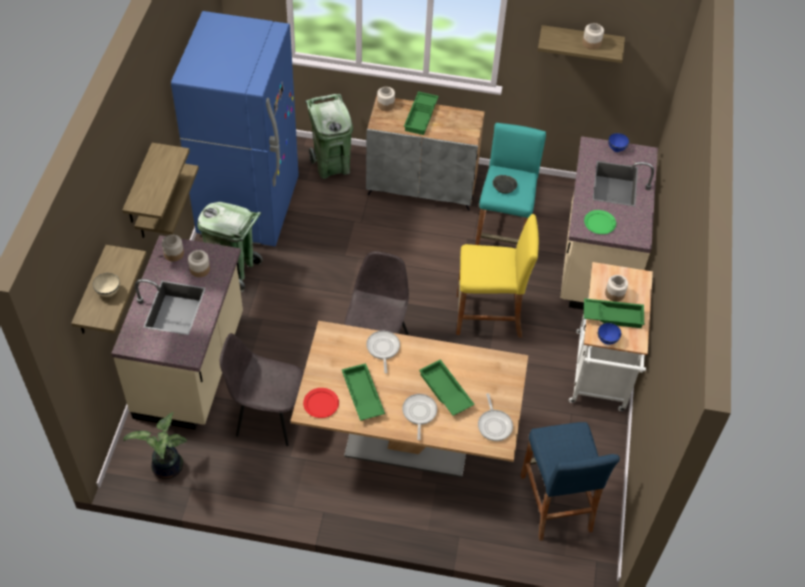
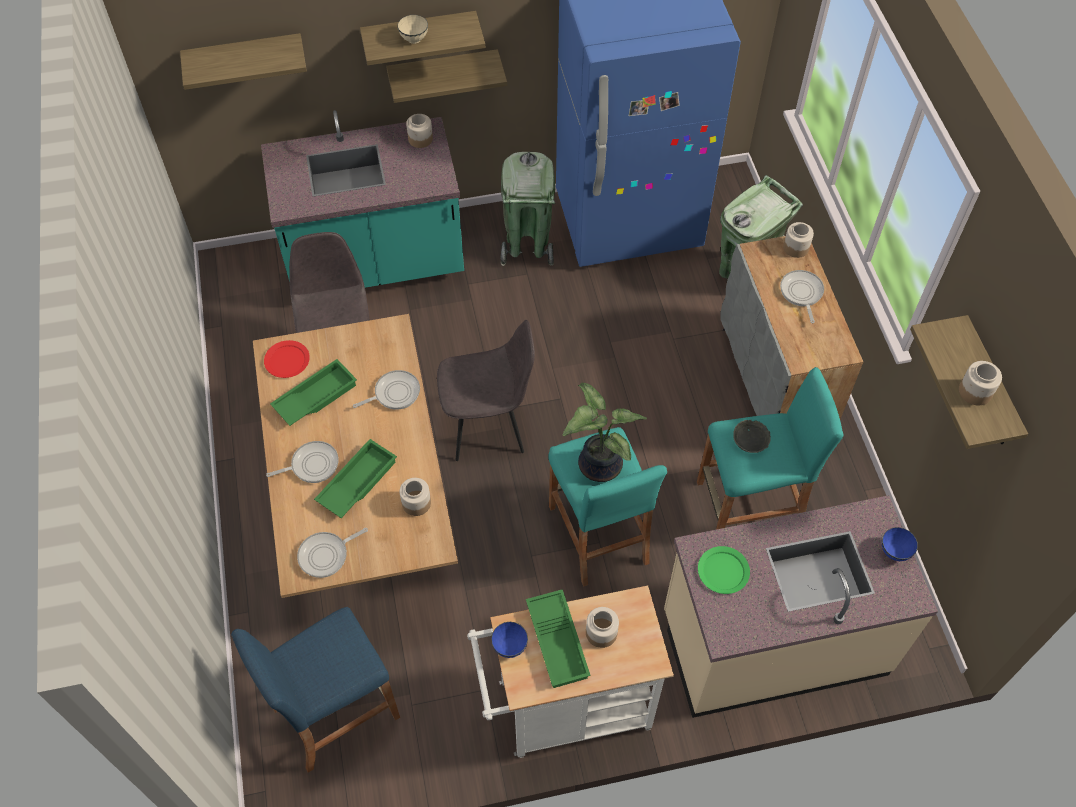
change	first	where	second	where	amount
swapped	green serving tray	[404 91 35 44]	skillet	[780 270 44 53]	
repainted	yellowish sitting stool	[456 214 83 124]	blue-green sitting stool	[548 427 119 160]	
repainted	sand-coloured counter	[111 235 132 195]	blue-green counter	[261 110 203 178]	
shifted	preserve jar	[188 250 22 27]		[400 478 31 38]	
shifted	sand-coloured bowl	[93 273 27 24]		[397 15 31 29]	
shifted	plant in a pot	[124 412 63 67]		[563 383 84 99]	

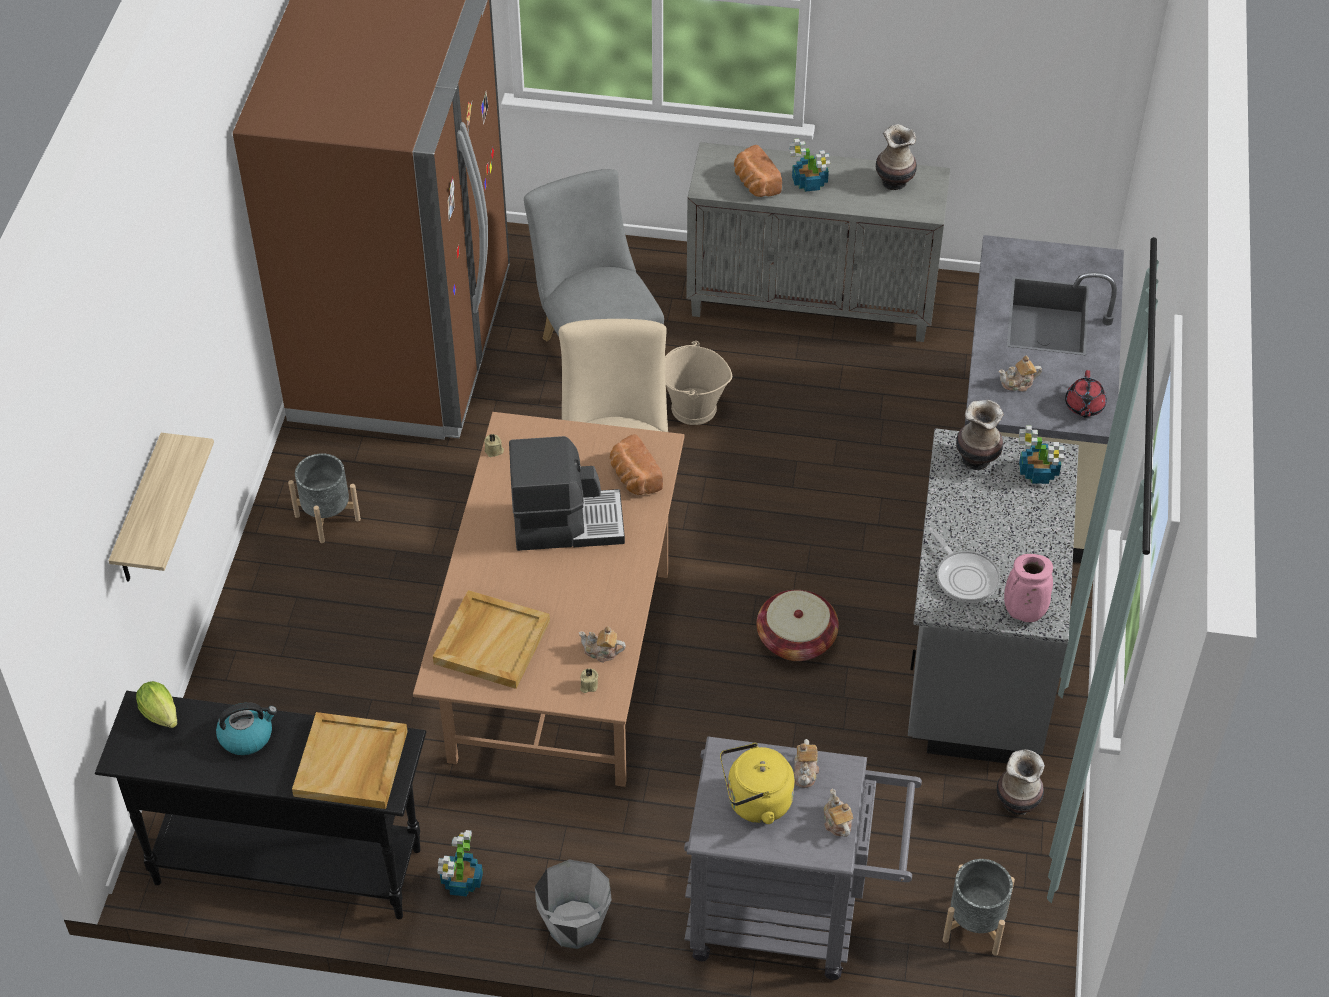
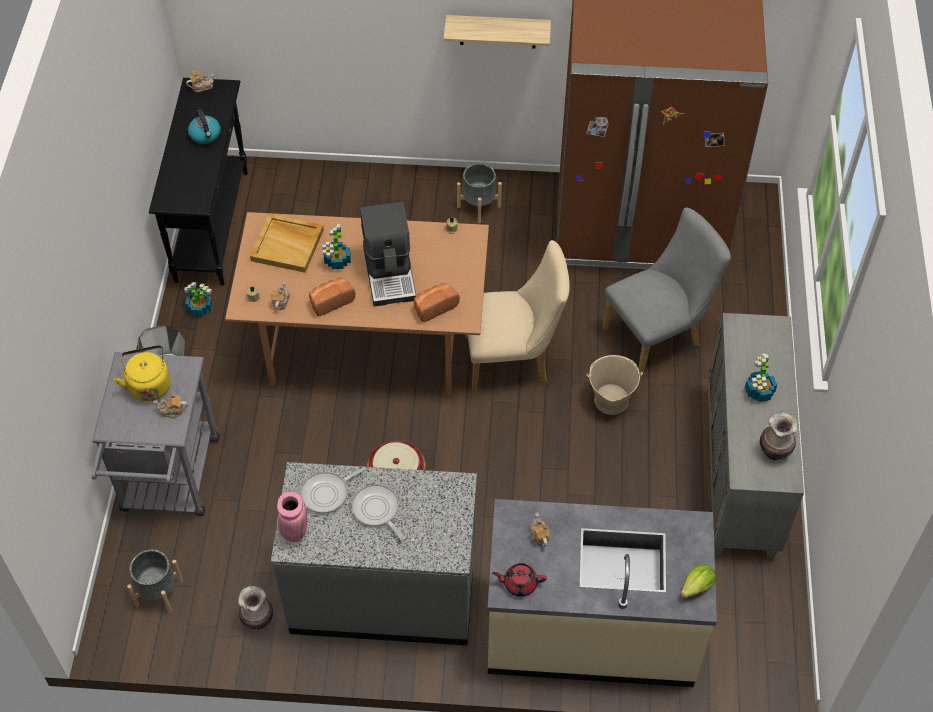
change	first	where	second	where	amount
shifted	baked bread	[734 145 48 52]		[309 277 47 39]	
gone	flower vase	[956 400 48 70]			
shifted	plant in a pot	[1019 425 45 59]		[322 224 29 45]	
shifted	shelf	[109 433 105 149]		[443 15 108 33]	
shifted	head of lettuce	[136 681 42 47]		[681 564 35 34]	
gone	sand-coloured serving tray	[292 712 116 97]			
shifted	teapot	[823 788 30 49]		[186 71 28 21]	
new			skillet	[352 484 52 56]	

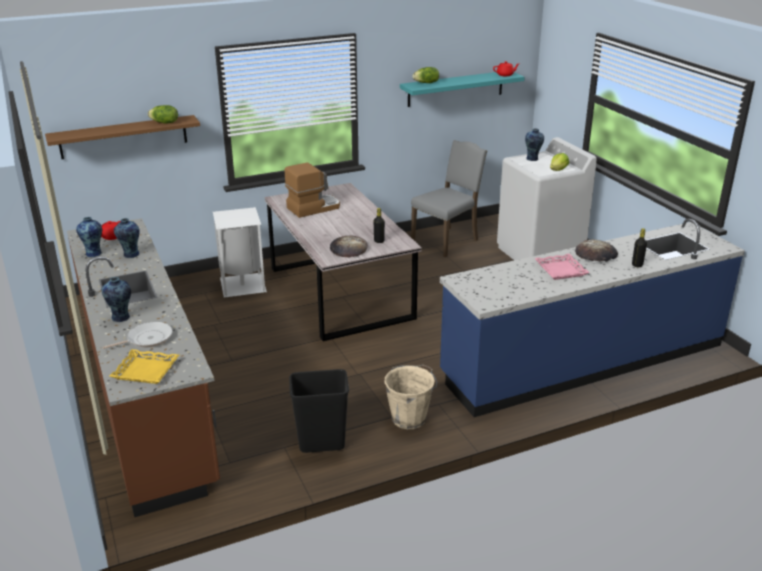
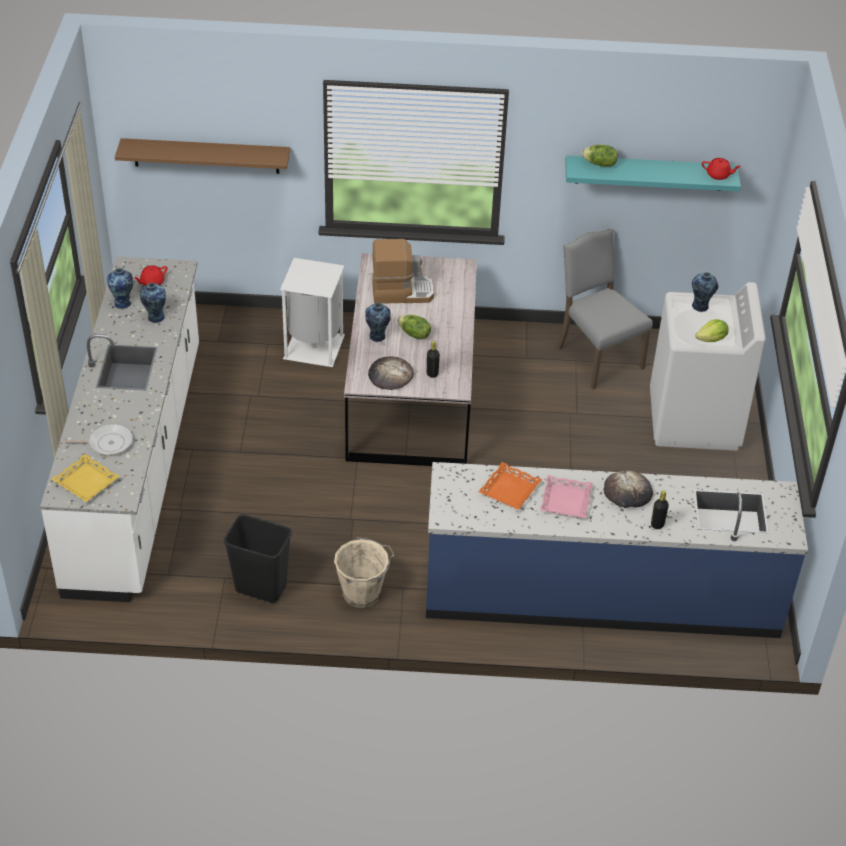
change	first	where	second	where	amount
shifted	head of lettuce	[148 105 30 18]		[398 315 33 25]	
rotated	gray upright chair	[411 140 76 117]		[557 229 96 160]	105 degrees counterclockwise
repainted	brown-coloured counter	[67 218 153 299]	whitish counter	[40 257 159 345]	
shifted	flower vase	[101 277 30 45]		[365 303 26 39]	
new			orangey serving tray	[478 462 64 48]	

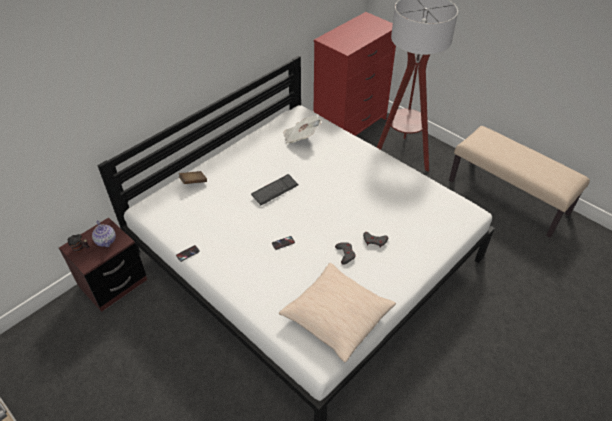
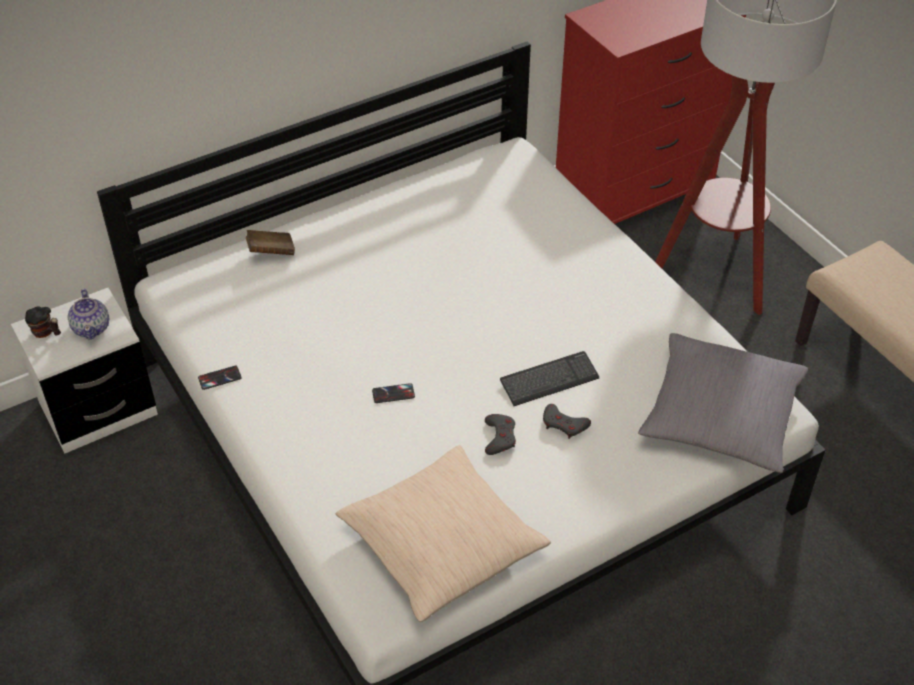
change	first	where	second	where	amount
gone	daily paper	[283 116 38 28]			
shifted	PC keyboard	[251 174 47 31]		[500 351 100 55]	
repainted	brown-coloured night table	[59 218 88 94]	whitish night table	[11 288 147 165]	
new			gray pillow	[638 333 170 140]	

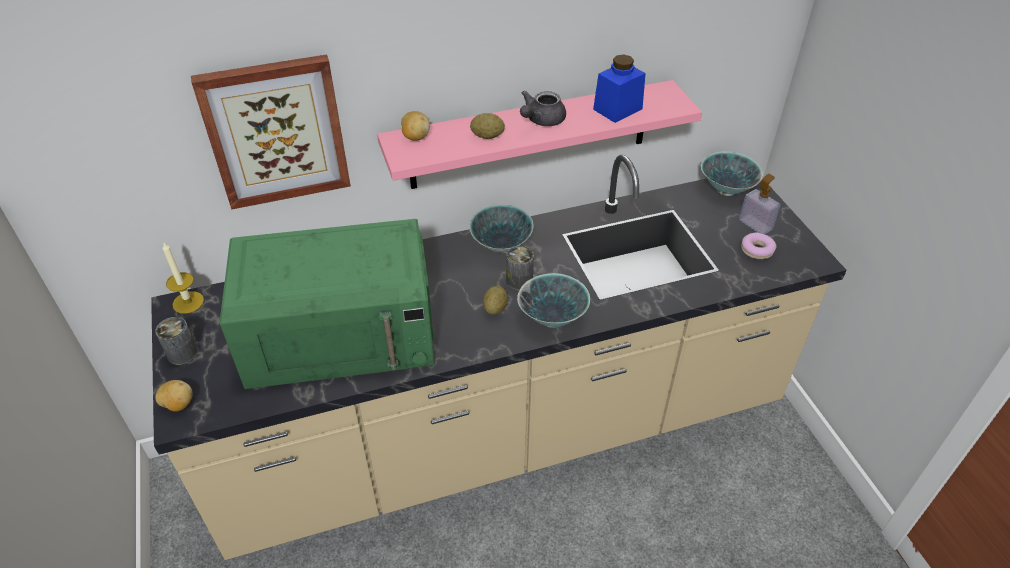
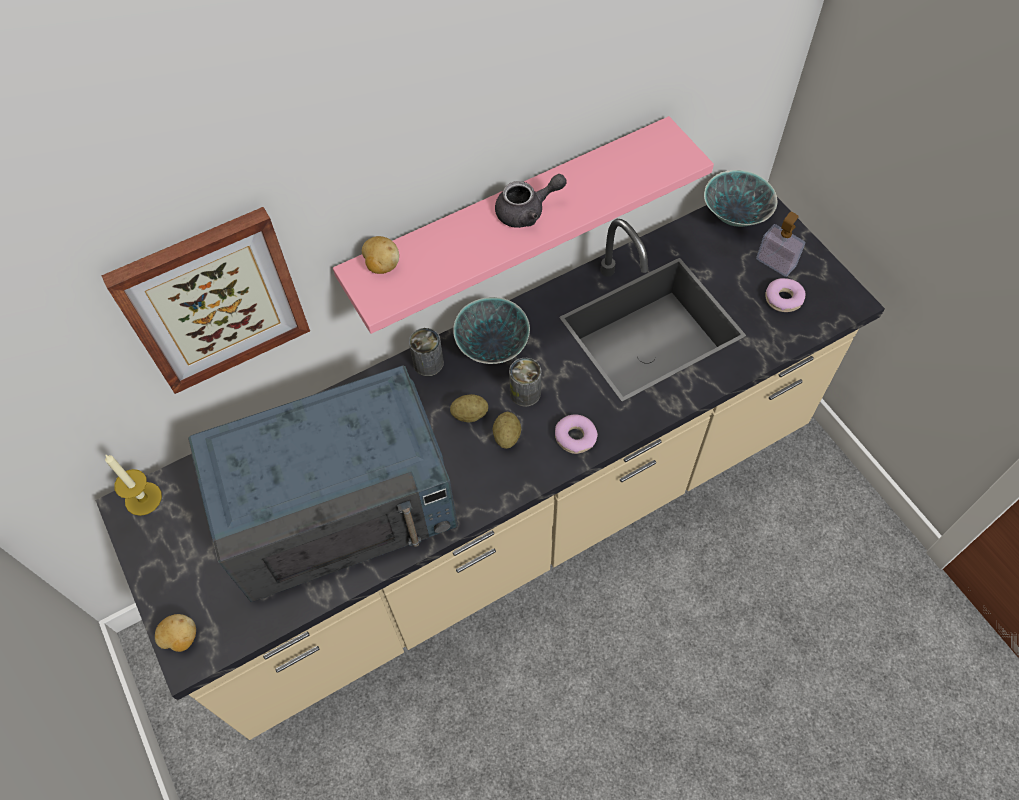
change	first	where	second	where	amount
gone	blue preserve jar	[593 54 53 69]			
rotated	gray teapot	[520 91 46 35]		[495 174 72 54]	135 degrees counterclockwise
shifted	spud	[470 113 35 26]		[450 394 38 29]	
repainted	green microwave	[220 219 215 170]	blue microwave	[188 365 270 237]	
swapped	bowl	[517 273 73 55]	ring doughnut	[555 414 43 40]	
shifted	sealed can	[155 317 43 48]		[409 328 35 48]	

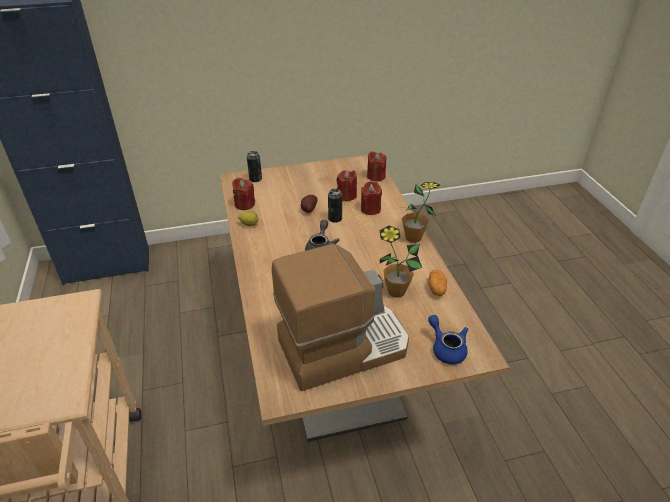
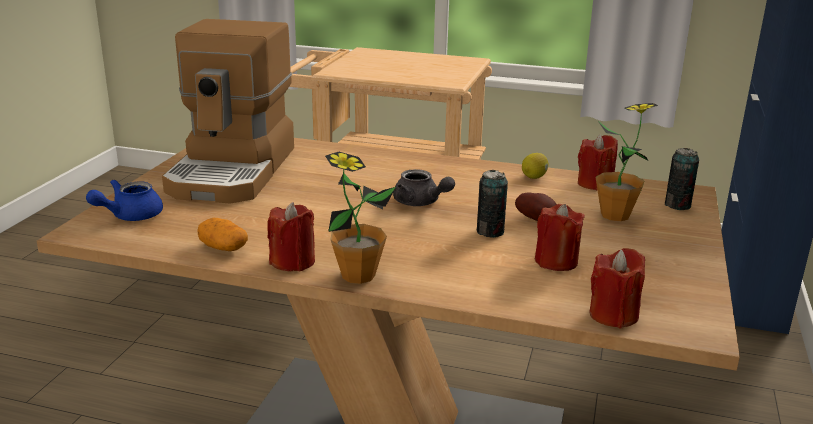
change	first	where	second	where	amount
shifted	reddish candle	[361 181 21 34]		[267 202 48 69]	
shifted	plant in a pot	[380 226 42 72]		[596 103 62 118]	
rotated	blue teapot	[428 315 40 49]		[86 179 77 42]	135 degrees clockwise

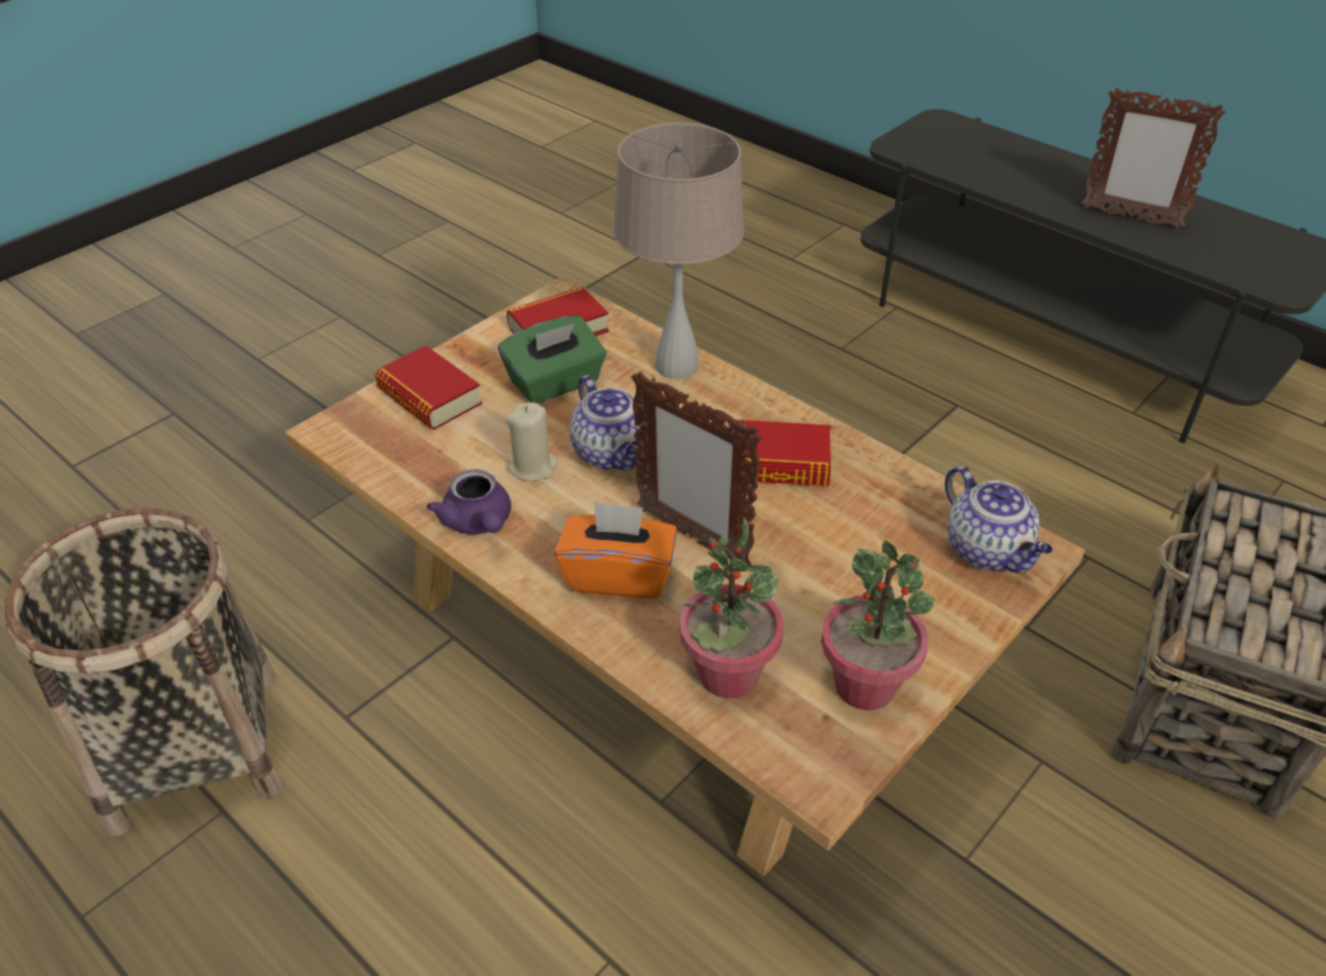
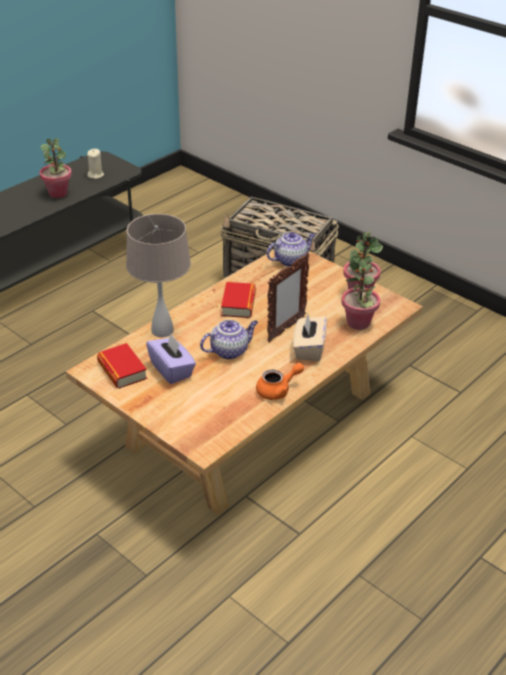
change	first	where	second	where	amount
swapped	photo frame	[1081 88 145 141]	plant in a pot	[39 138 33 60]	
repainted	green tissue holder	[498 316 109 88]	purplish tissue holder	[146 334 50 50]	
gone	book	[375 345 107 85]			
shifted	sand-coloured candle	[506 403 52 78]		[87 149 17 30]	
repainted	purplish teapot	[427 469 84 66]	orangey teapot	[256 363 48 37]	
repainted	orangey tissue holder	[554 501 123 98]	sand-coloured tissue holder	[293 313 34 48]	
gone	basket	[5 508 278 329]			

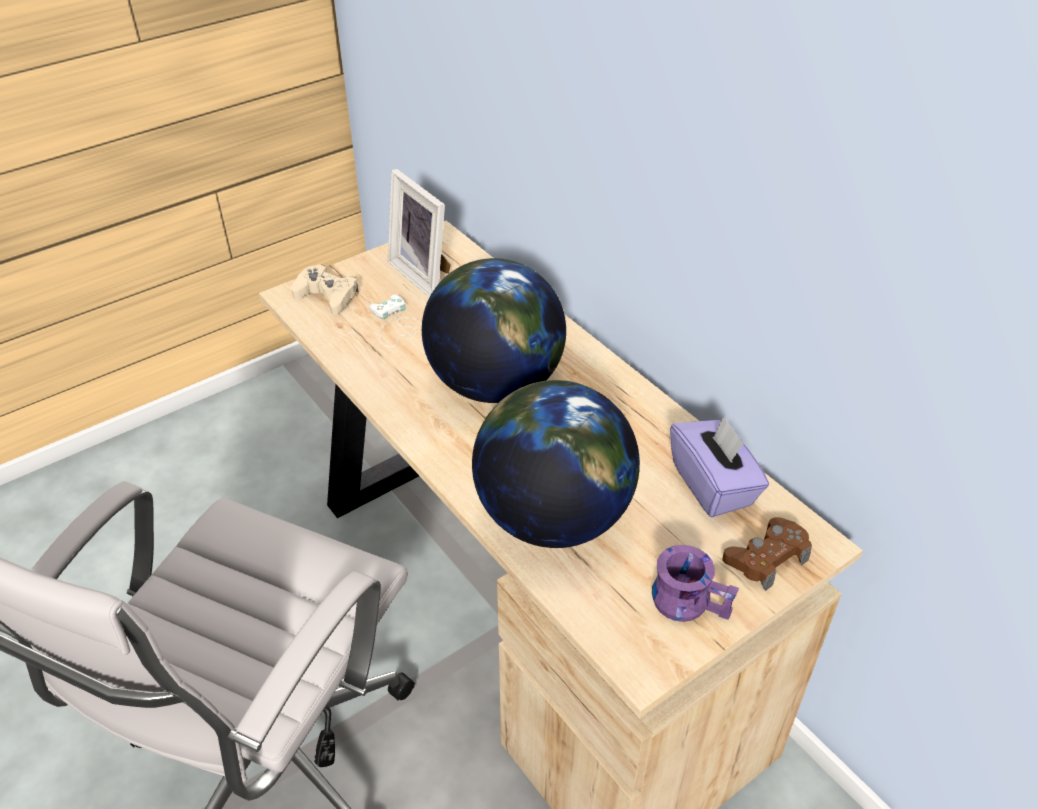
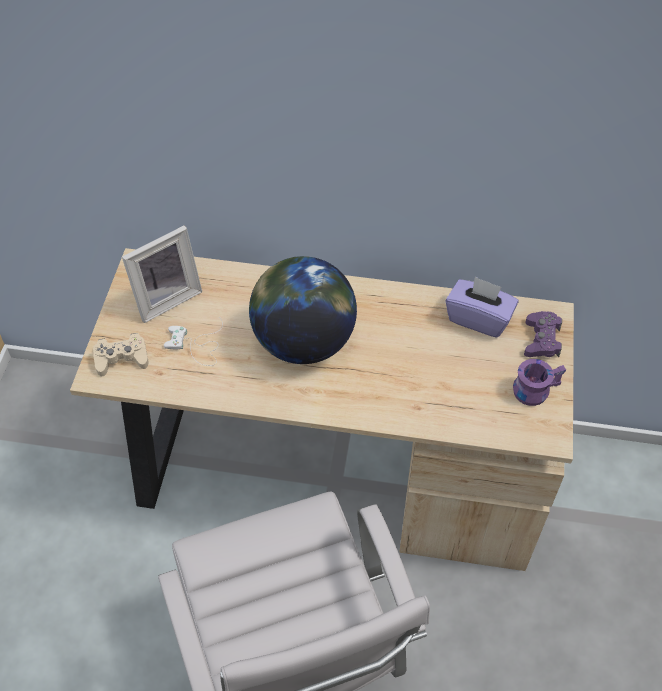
change	first	where	second	where	amount
rotated	photo frame	[388 169 63 128]		[122 225 80 98]	45 degrees counterclockwise
gone	globe	[472 380 168 168]			
repainted	brown-coloured joypad	[722 517 90 74]	purplish joypad	[524 311 38 46]	

